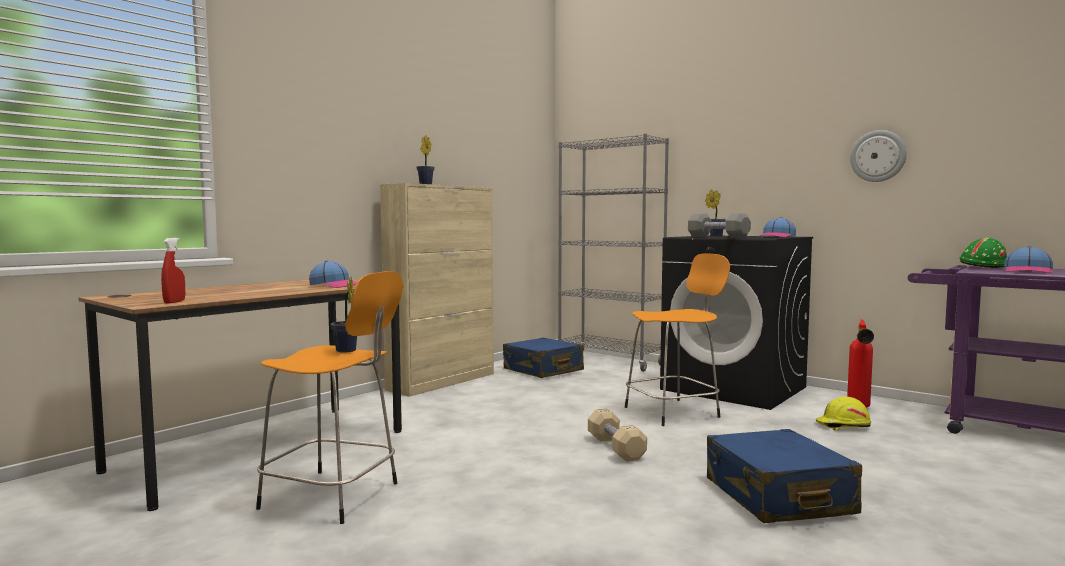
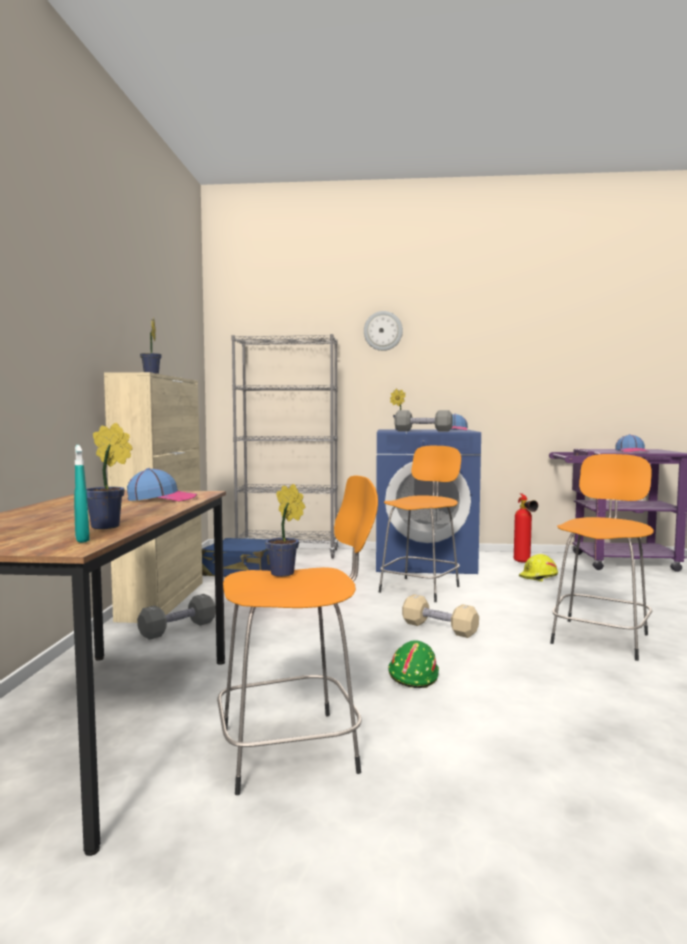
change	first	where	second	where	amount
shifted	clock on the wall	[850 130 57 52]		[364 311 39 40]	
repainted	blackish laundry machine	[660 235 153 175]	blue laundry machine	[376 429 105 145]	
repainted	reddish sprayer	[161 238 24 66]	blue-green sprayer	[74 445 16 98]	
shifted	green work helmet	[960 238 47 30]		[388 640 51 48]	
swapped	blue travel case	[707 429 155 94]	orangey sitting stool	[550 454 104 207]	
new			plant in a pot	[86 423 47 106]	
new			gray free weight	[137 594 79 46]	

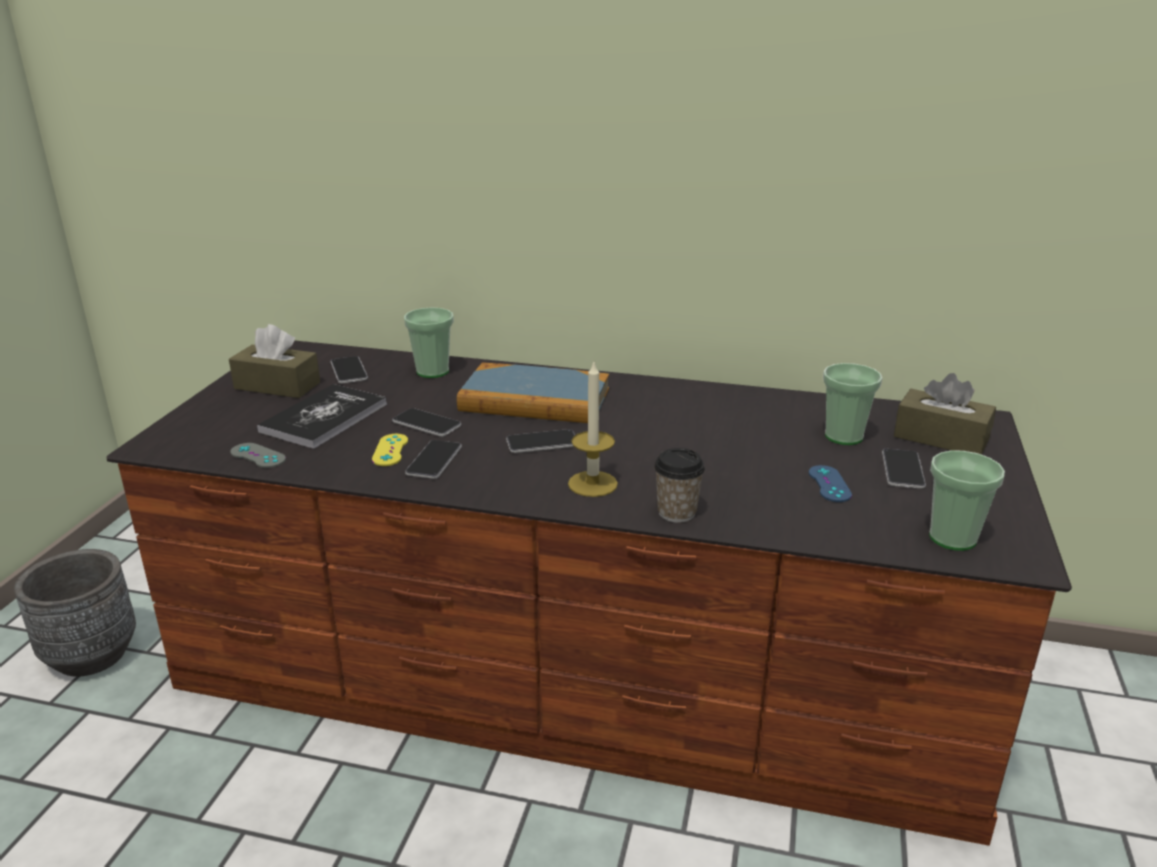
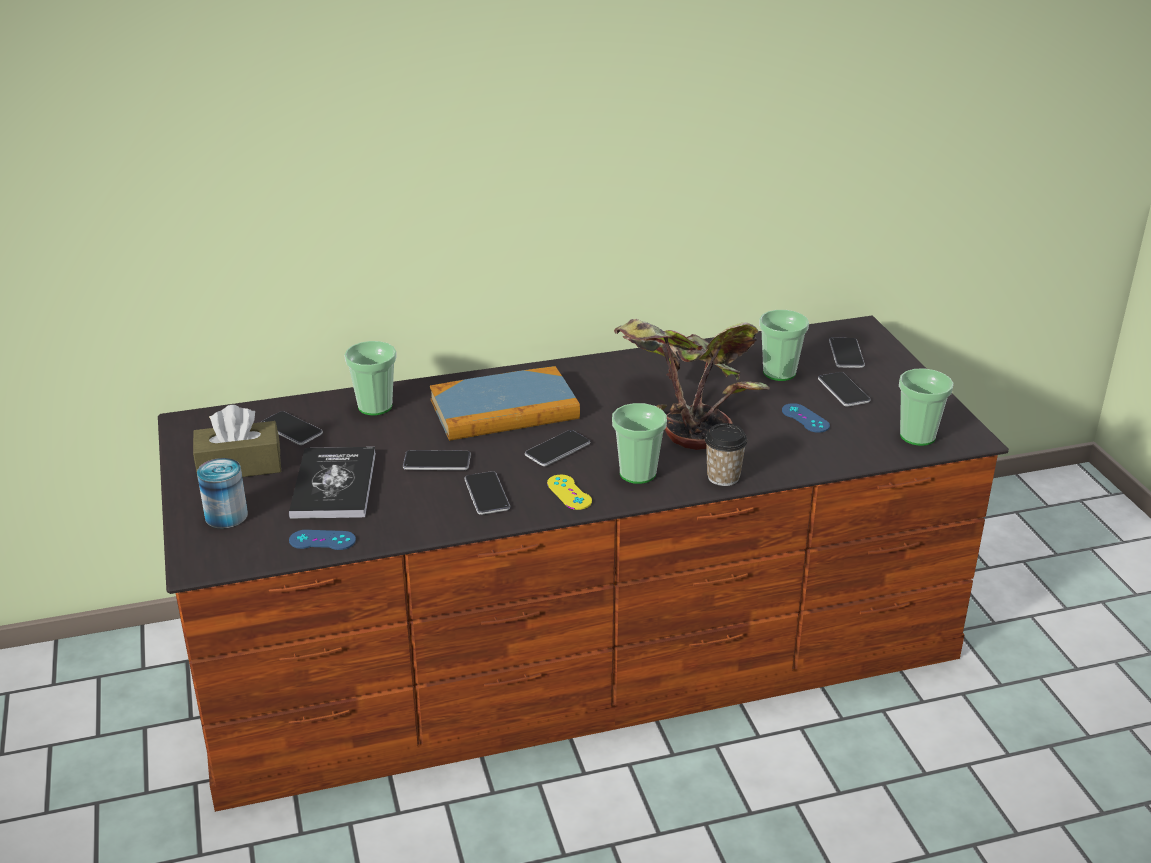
change	first	where	second	where	amount
swapped	candle	[568 362 50 135]	small cup	[612 403 55 81]	
swapped	brown-coloured tissue holder	[894 373 102 82]	telephone	[829 338 36 30]	
shifted	yellowish joypad	[372 434 36 32]		[547 475 45 35]	
repainted	gray joypad	[230 443 56 25]	blue joypad	[289 530 67 20]	
gone	gray planter	[14 549 122 128]			
new			plant in a pot	[614 319 156 131]	
new			sealed can	[197 458 51 71]	

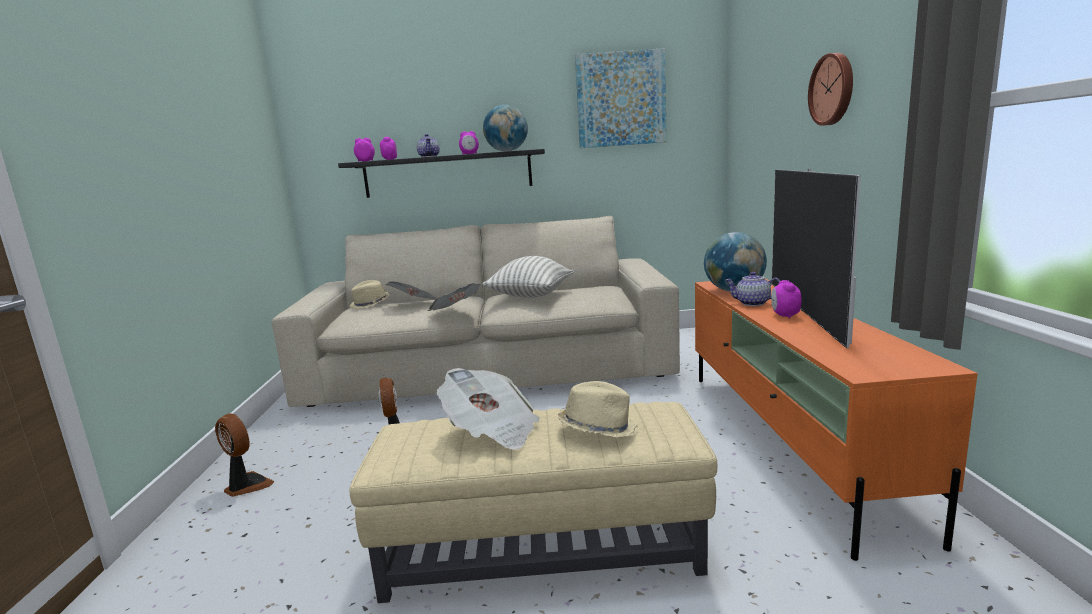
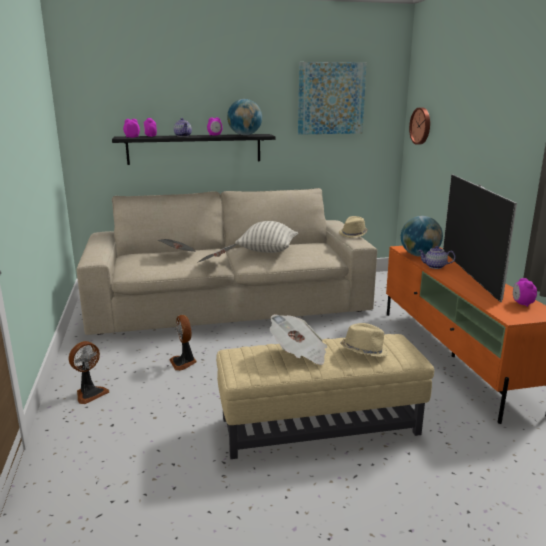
change	first	where	second	where	amount
shifted	clock on the wall	[808 53 45 73]		[409 108 21 37]	
shifted	sand-coloured hat	[350 280 40 29]		[339 216 29 22]	
shifted	table clock	[771 280 31 38]		[513 278 24 29]	
rotated	fan	[215 414 59 83]		[69 341 40 63]	105 degrees clockwise

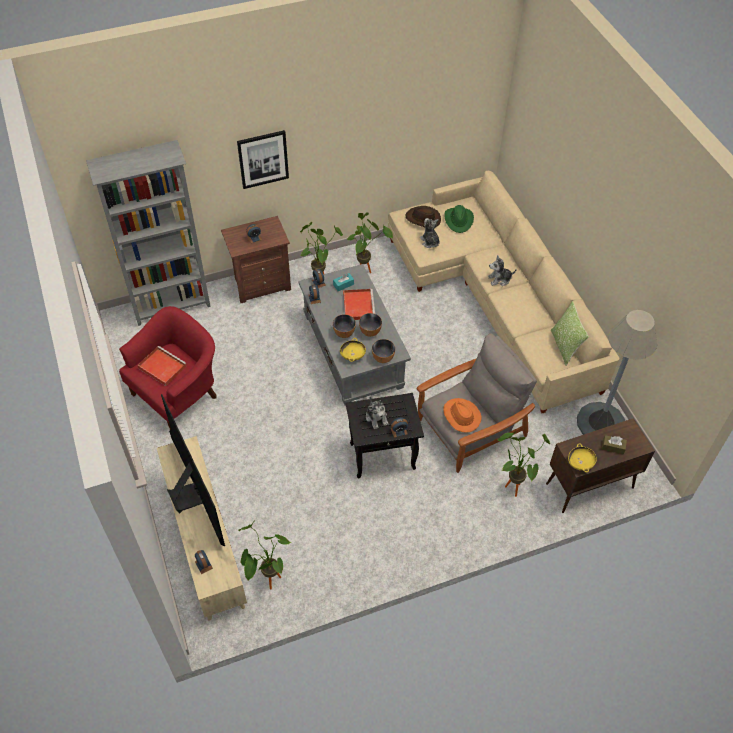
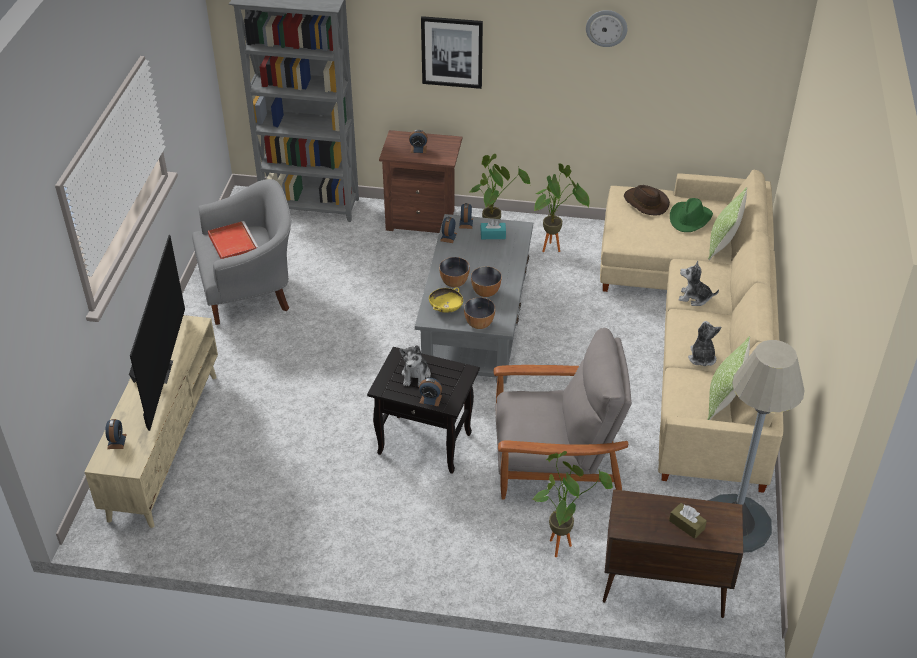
change	first	where	second	where	amount
shifted	cuddly toy	[420 218 20 30]		[688 321 33 45]	
gone	reddish serving tray	[343 289 32 31]			
repainted	reddish easy chair	[119 306 98 124]	gray easy chair	[192 179 99 146]	
gone	orangey hat	[443 398 39 35]			
gone	yellowish bowl	[568 443 29 29]			
gone	plant in a pot	[238 521 53 69]			
new			clock on the wall	[586 10 41 37]	
new			pillow	[708 187 39 73]	

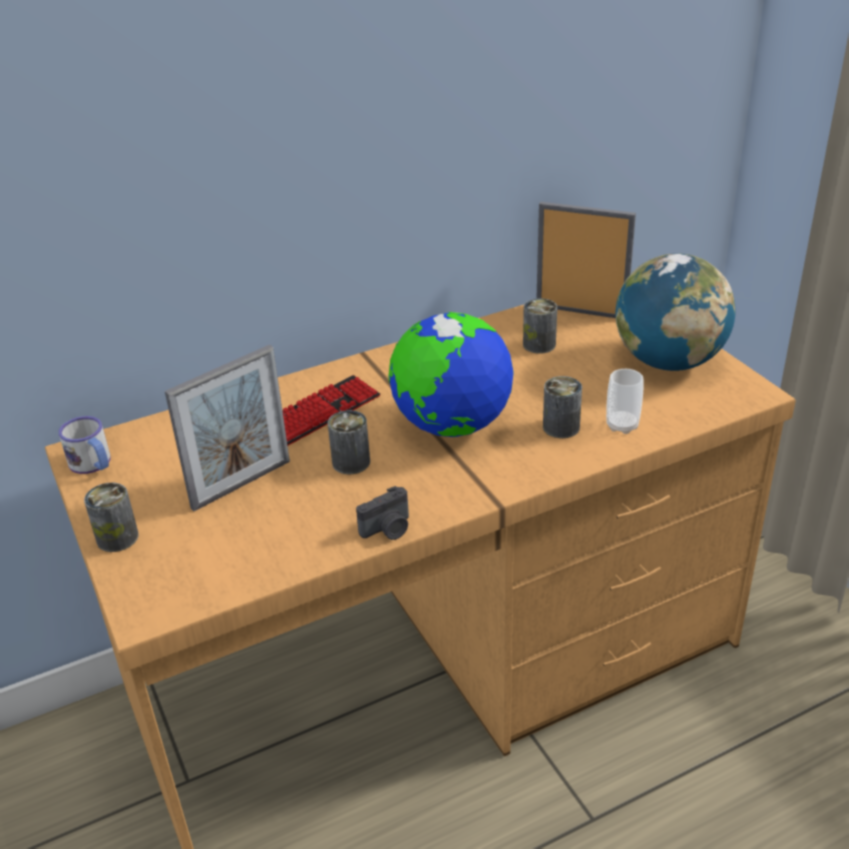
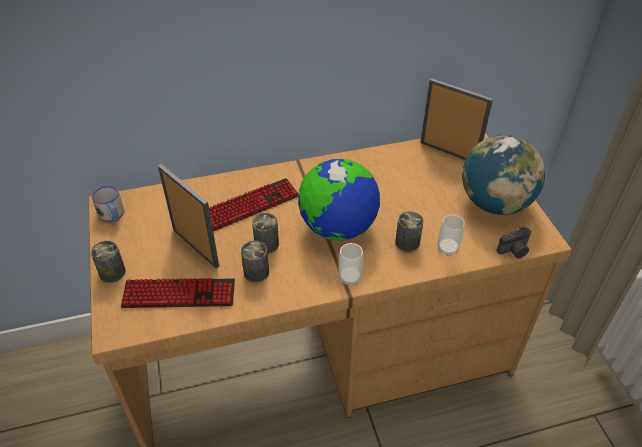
change	first	where	second	where	amount
shifted	sealed can	[523 298 34 56]		[241 240 28 43]	
rotated	photo frame	[165 345 125 166]		[158 164 61 105]	105 degrees counterclockwise
shifted	still camera	[356 486 53 54]		[497 227 34 32]	
new			small cup	[339 243 24 42]	
new			PC keyboard	[121 278 114 30]	

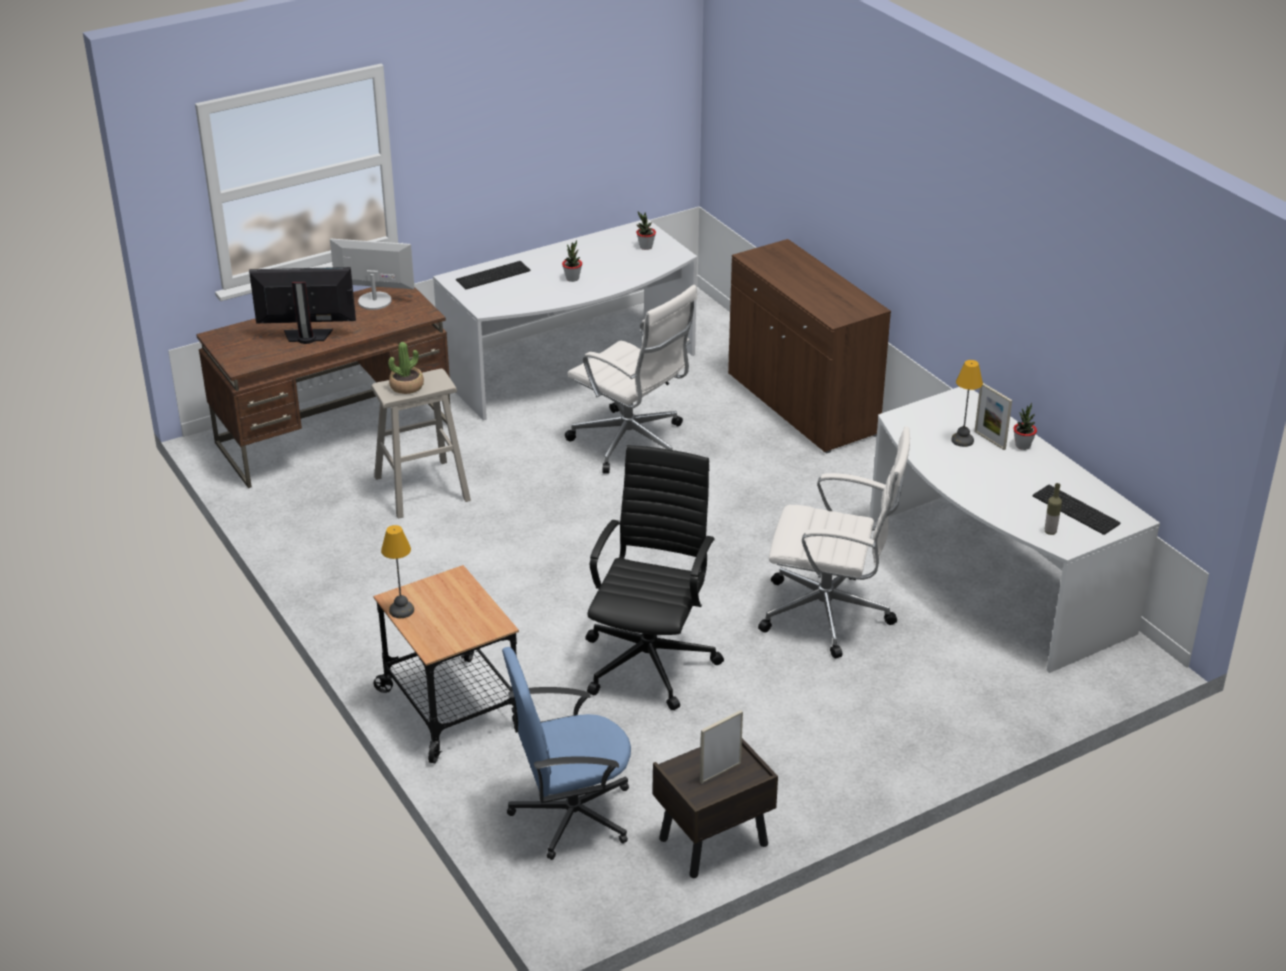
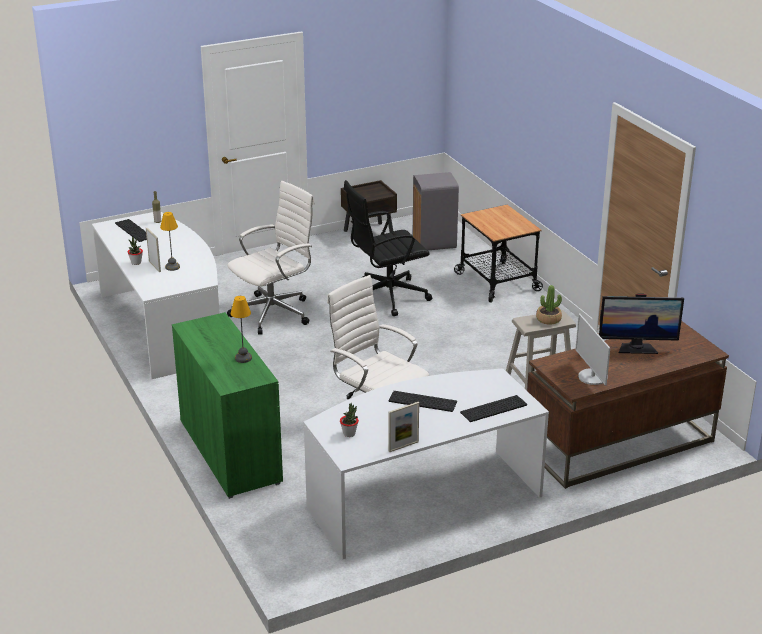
change	first	where	second	where	amount
rotated	monitor	[330 238 85 72]		[575 314 35 72]	60 degrees clockwise
repainted	brown-coloured cupboard	[728 239 163 215]	green cupboard	[172 312 111 187]	
swapped	plant in a pot	[562 240 20 42]	PC keyboard	[389 391 68 21]	
rotated	whitish desk chair	[758 426 152 232]		[227 181 87 154]	120 degrees clockwise
rotated	blackish desk chair	[585 445 139 265]		[344 180 88 136]	45 degrees clockwise
shifted	lamp for a table	[381 525 33 93]		[231 296 21 67]	
swapped	blue desk chair	[502 647 129 213]	gray rubbish bin	[413 172 46 78]	
shifted	photo frame	[700 710 43 74]		[388 402 31 50]	

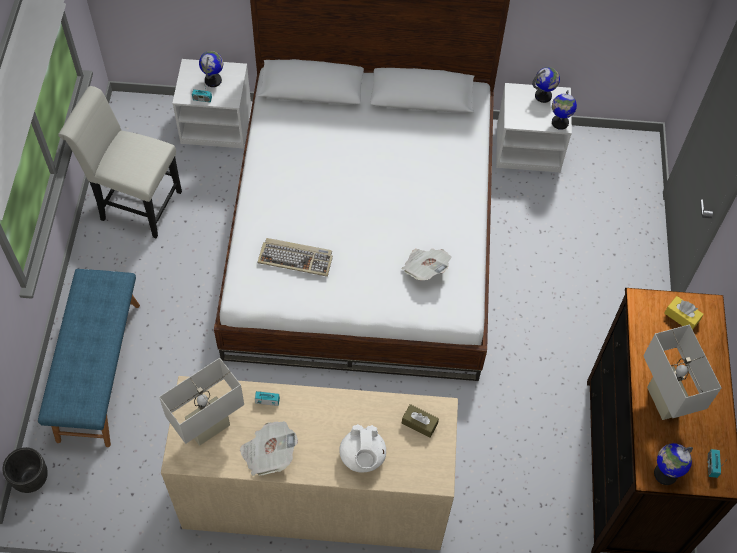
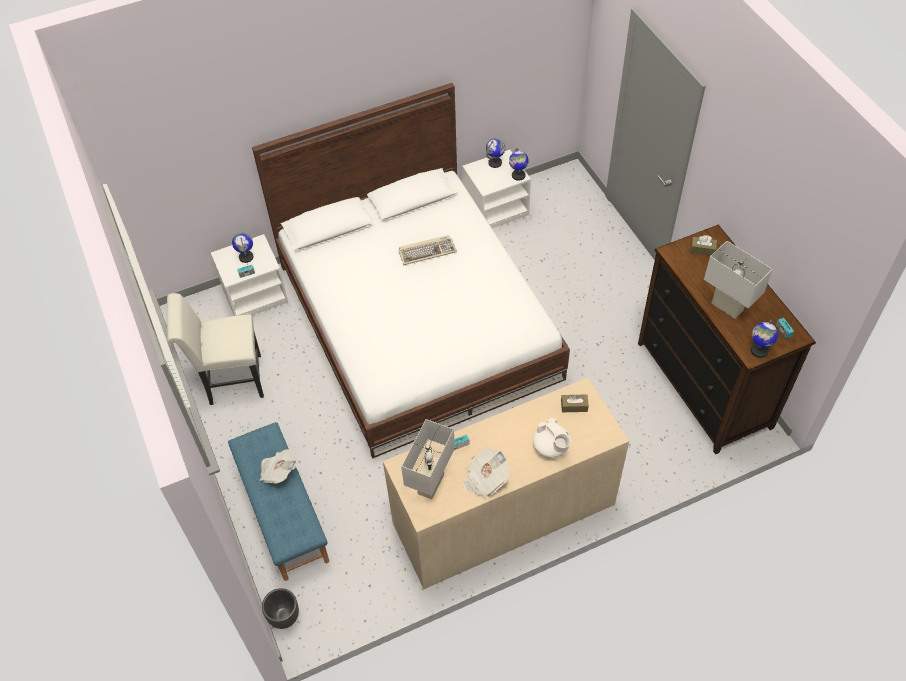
change	first	where	second	where	amount
shifted	PC keyboard	[258 238 75 39]		[399 235 58 30]	
shifted	daily paper	[402 249 50 31]		[260 449 37 35]	
repainted	yellowish tissue holder	[664 296 40 34]	brown-coloured tissue holder	[690 235 27 21]	

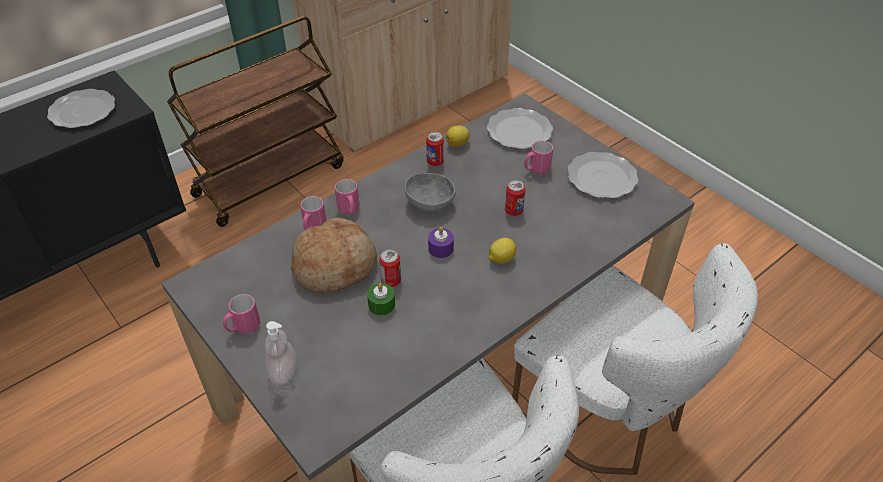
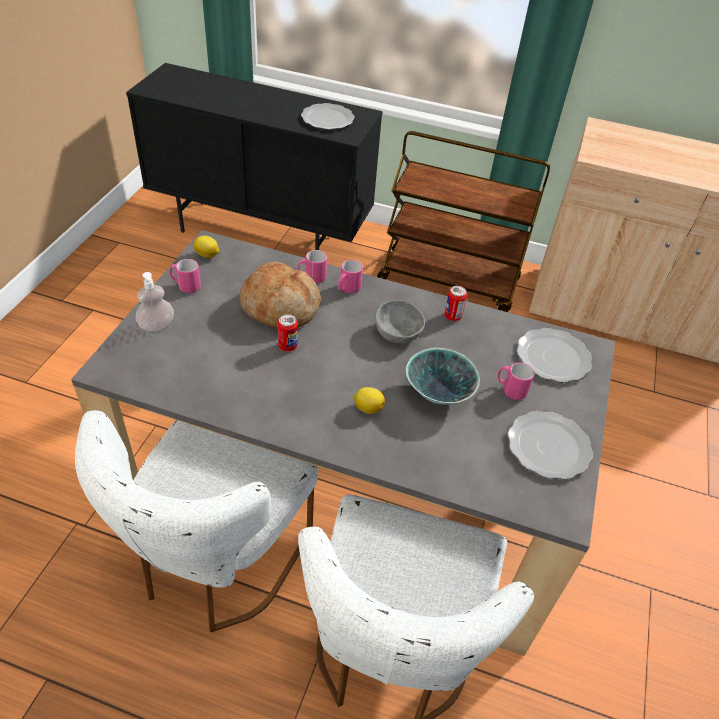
change	first	where	second	where	amount
shifted	whole lemon	[446 126 23 21]		[194 236 25 22]	
swapped	sealed can	[505 180 21 36]	bowl	[406 348 74 57]	
gone	purplish candle	[428 227 26 31]			
gone	green candle	[367 283 28 33]			

